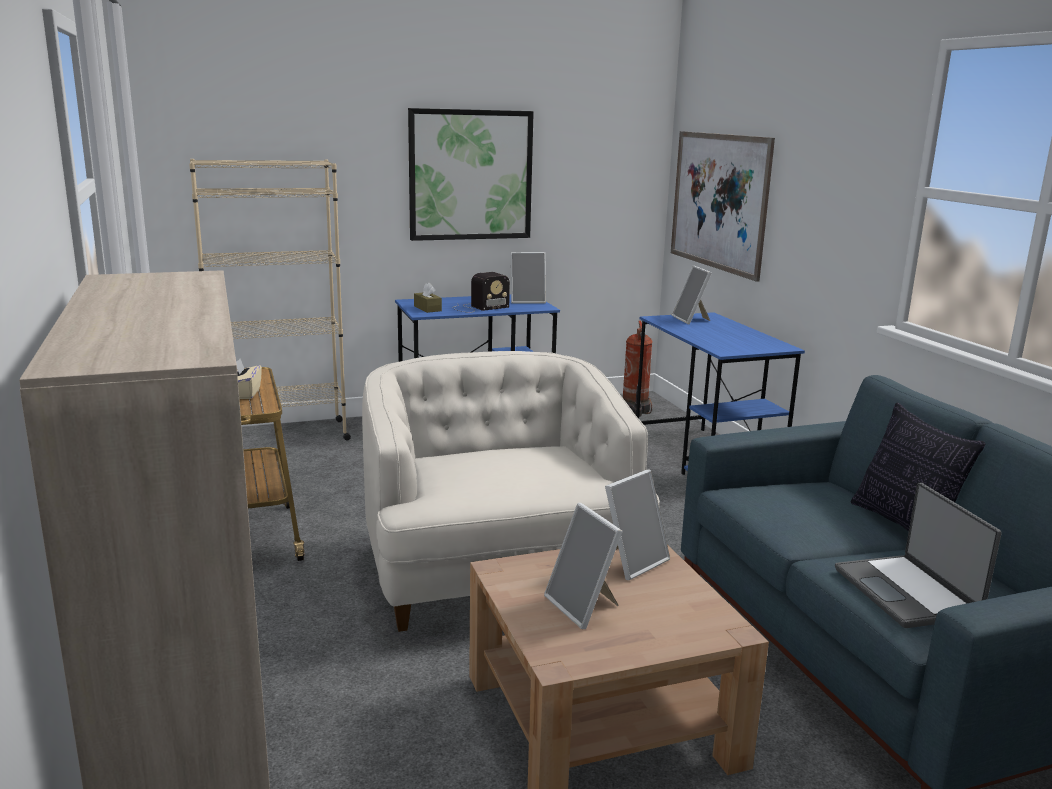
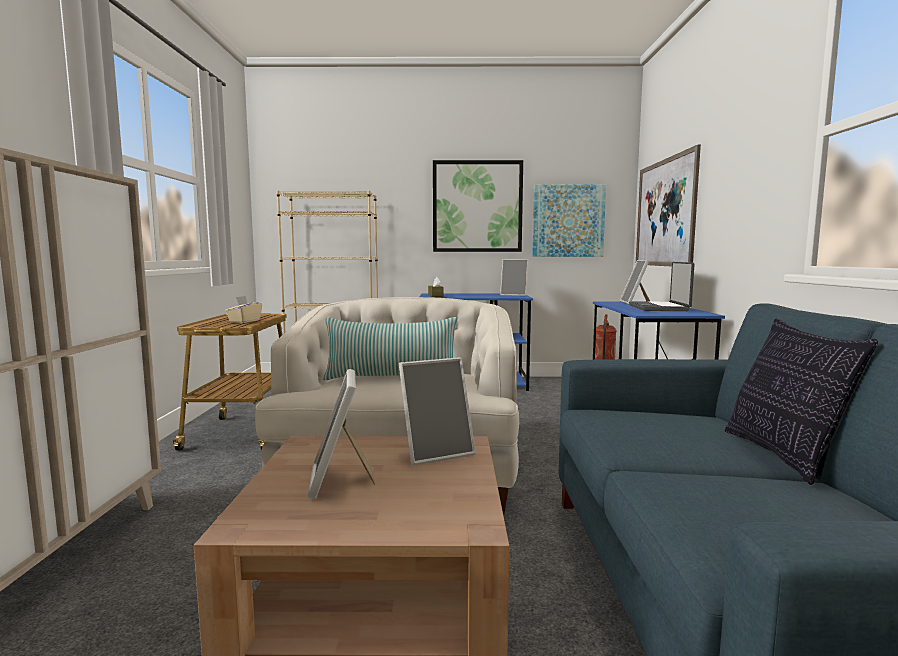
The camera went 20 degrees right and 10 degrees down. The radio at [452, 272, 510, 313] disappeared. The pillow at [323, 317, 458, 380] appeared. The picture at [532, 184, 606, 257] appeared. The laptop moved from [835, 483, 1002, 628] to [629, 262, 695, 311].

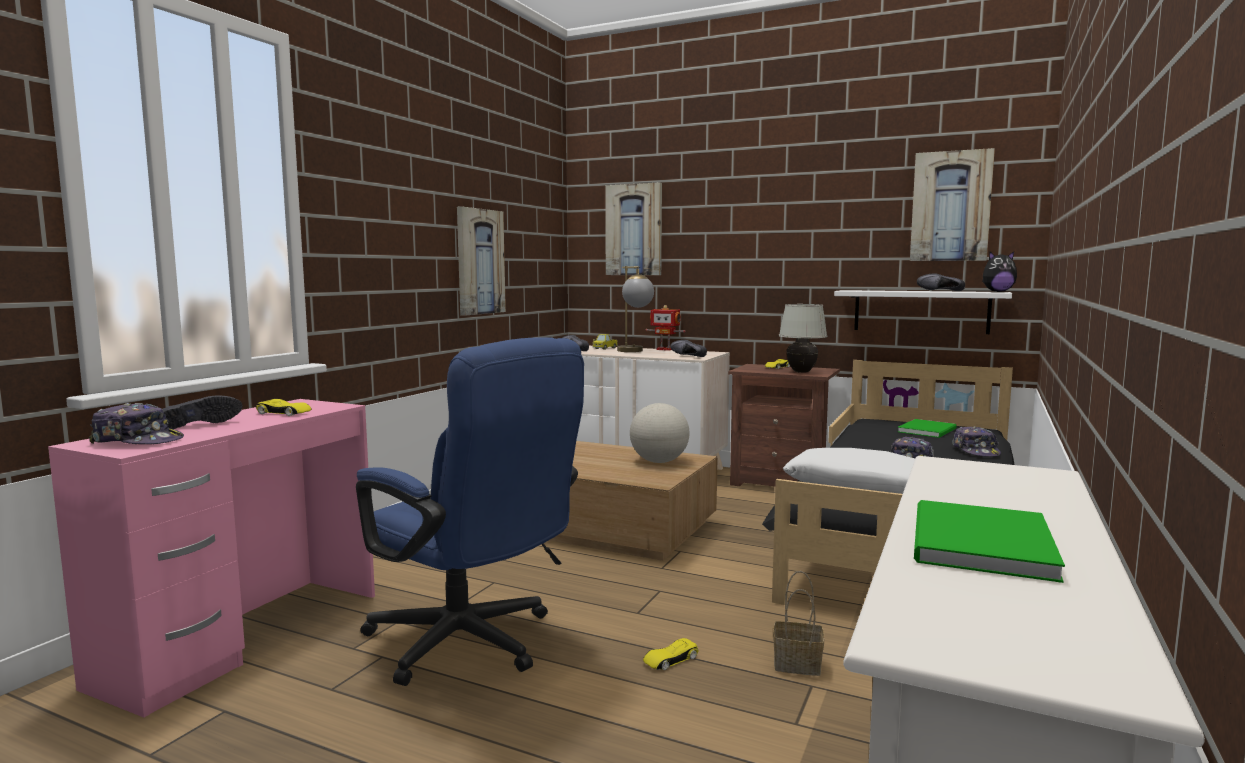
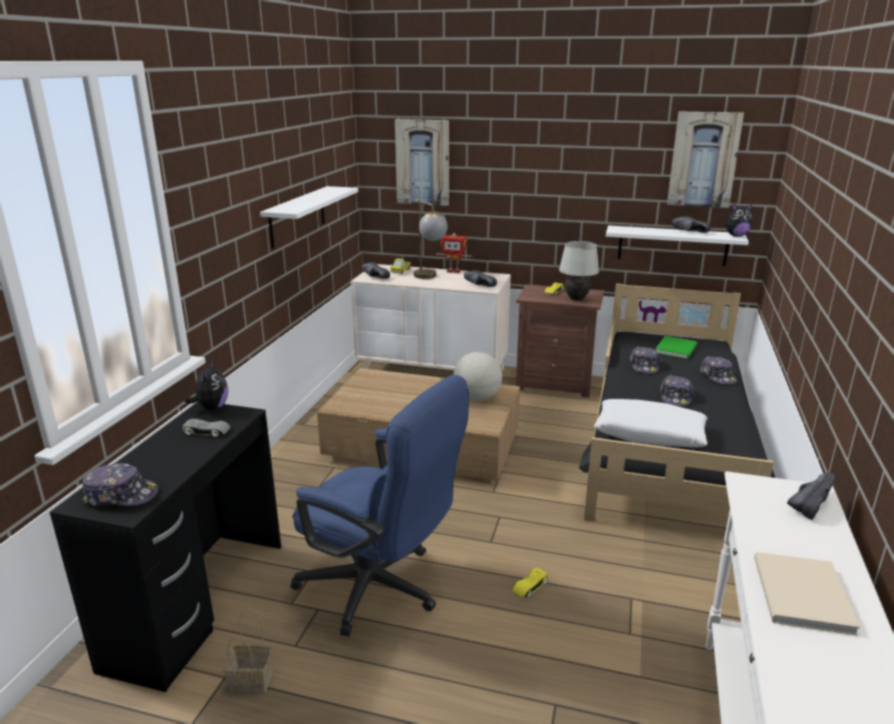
The camera went 10 degrees left and 15 degrees up. The plush toy at [184, 361, 228, 410] appeared. The cap at [630, 346, 661, 374] appeared. The shoe in black moved from [163, 395, 242, 429] to [787, 472, 835, 520]. The basket moved from [773, 571, 824, 676] to [223, 608, 273, 693]. The picture at [457, 206, 506, 316] was replaced by the shelf in white at [260, 186, 358, 249]. The desk in pink at [48, 399, 375, 718] became the desk in black at [50, 402, 281, 692]. The toy car in yellow at [256, 399, 312, 416] became the toy car in grey at [183, 419, 230, 437]. The book in green at [914, 500, 1065, 583] became the book in beige at [754, 552, 860, 636].

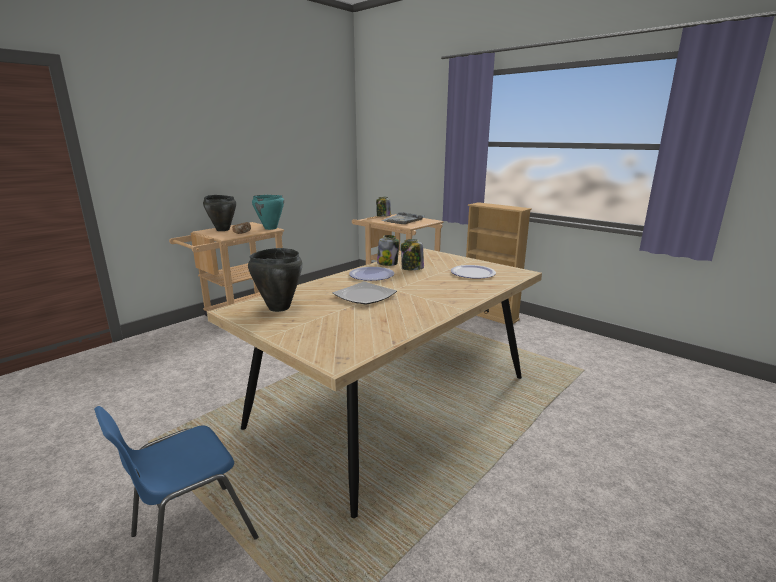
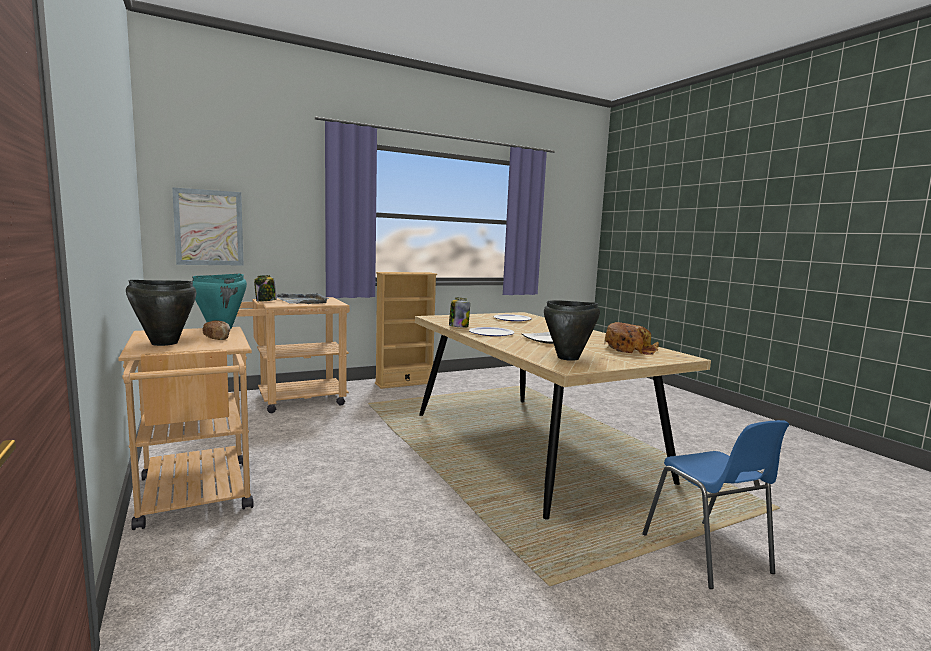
The camera went 70 degrees left and 10 degrees down. The jar at [401, 239, 424, 270] disappeared. The picture at [172, 187, 244, 266] appeared. The bread at [604, 322, 659, 355] appeared.

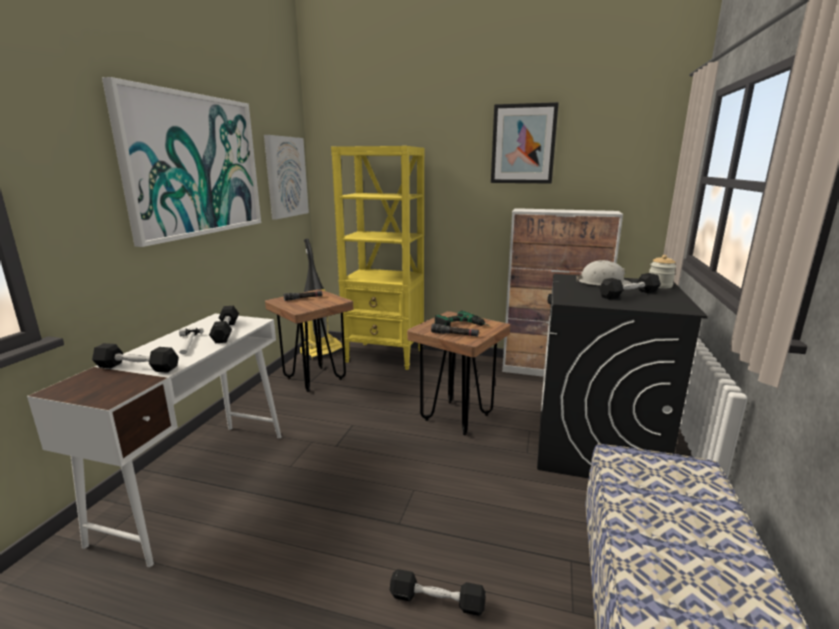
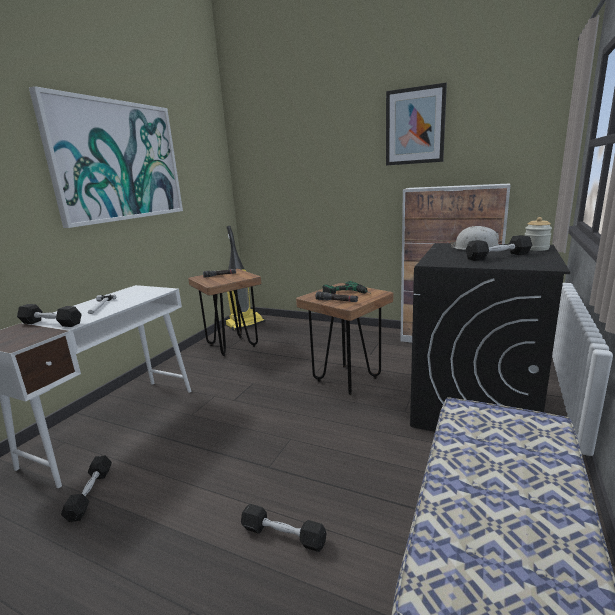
The camera went 10 degrees right and 0 degrees up. The picture at [264, 135, 309, 220] disappeared. The bookcase in yellow at [331, 146, 424, 370] disappeared. The dumbbell in black moved from [209, 306, 239, 343] to [61, 456, 112, 522].

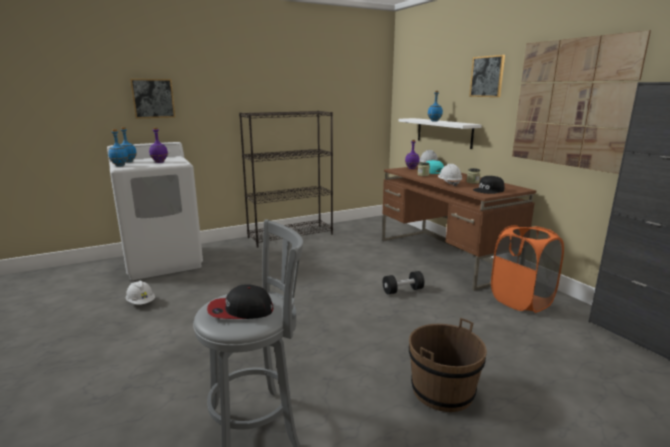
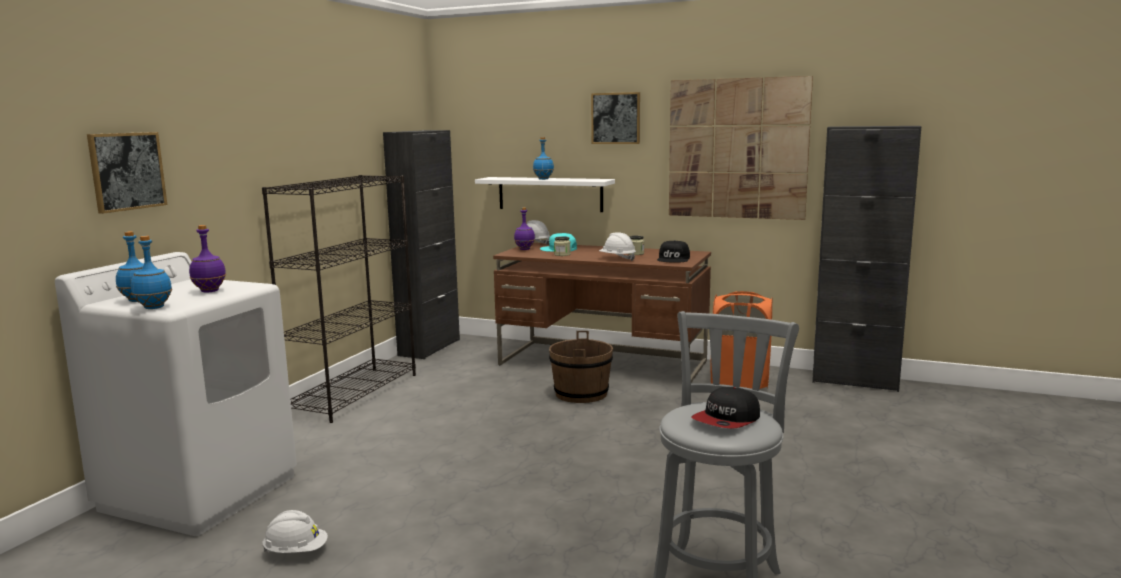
The camera went 40 degrees left and 5 degrees down. The dumbbell in black at [383, 271, 425, 294] disappeared. The cabinet in black at [383, 130, 460, 359] appeared. The bucket in brown moved from [409, 318, 487, 412] to [549, 331, 613, 403].

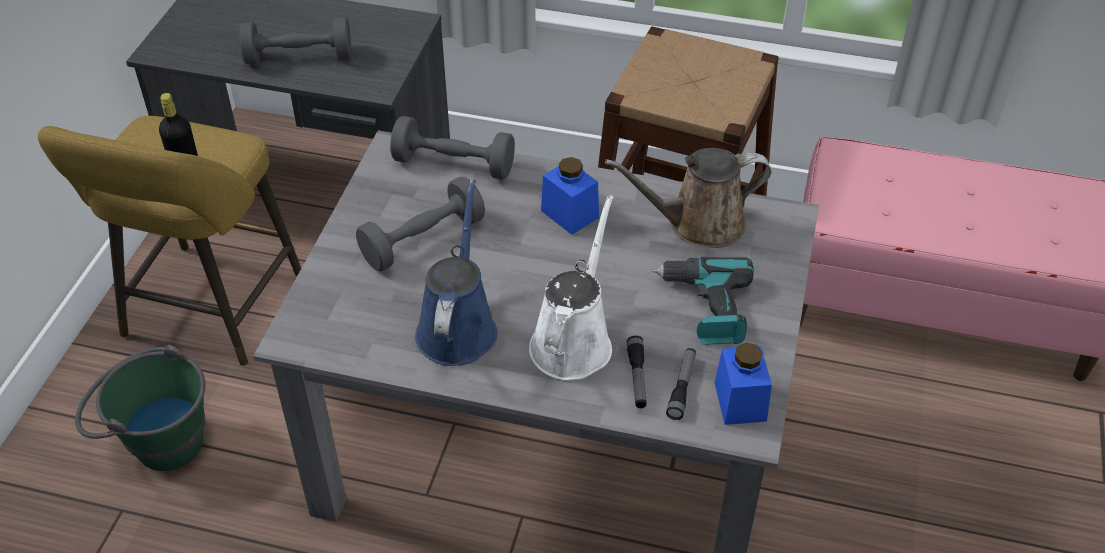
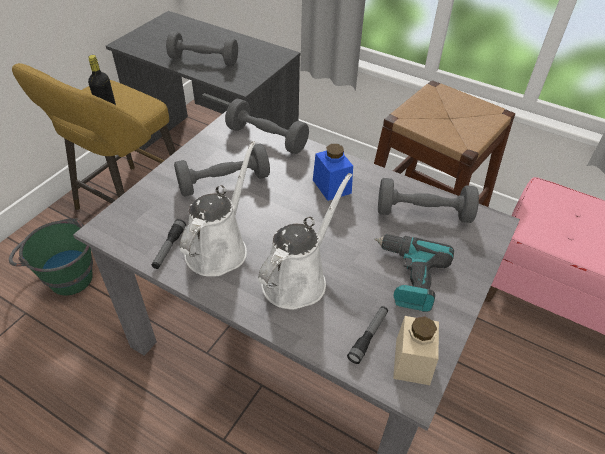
The camera went 15 degrees right and 0 degrees up. The flashlight moved from [627, 336, 647, 408] to [152, 219, 186, 269]. The watering can in brown at [605, 148, 772, 248] was replaced by the dumbbell in grey at [378, 178, 479, 223]. The watering can in blue at [415, 179, 498, 366] became the watering can in white at [180, 141, 256, 277]. The jar in blue at [715, 343, 772, 425] became the jar in beige at [393, 316, 439, 385].

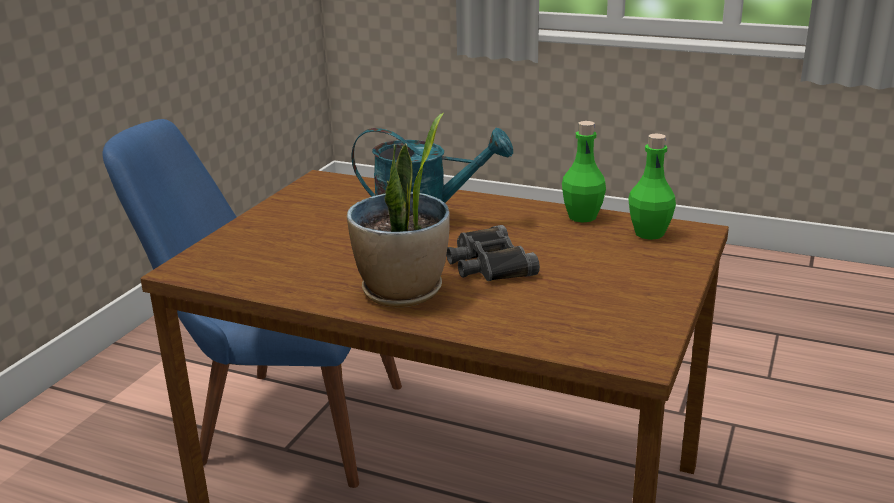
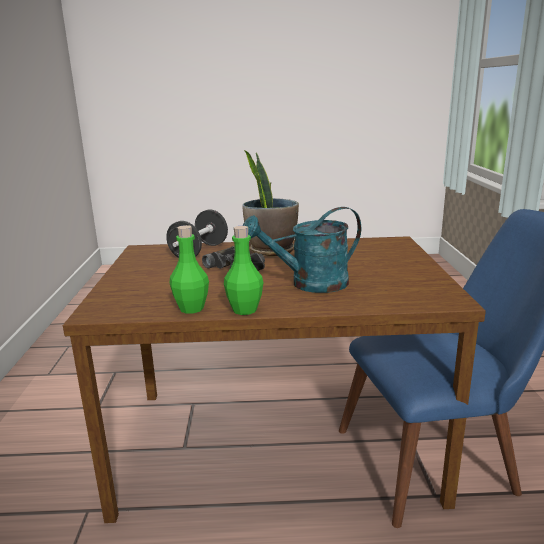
The camera went 155 degrees right and 5 degrees down. The dumbbell in black at [166, 210, 228, 258] appeared. The bottle in green moved from [628, 134, 676, 240] to [224, 226, 263, 315].

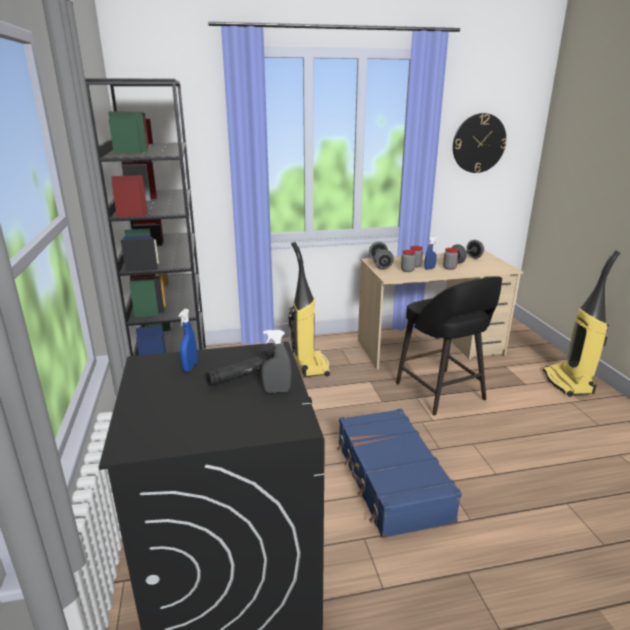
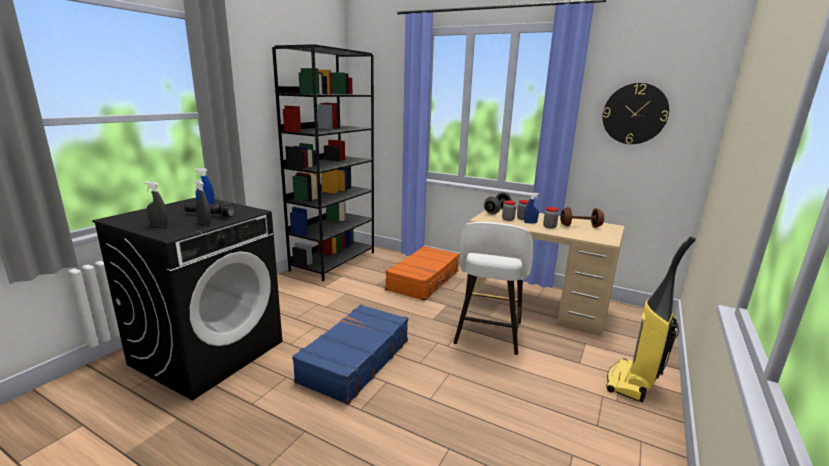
The camera went 40 degrees right and 5 degrees down. The spray bottle in grey at [144, 182, 168, 227] appeared. The vacuum cleaner at [288, 241, 331, 377] was replaced by the suitcase in orange at [385, 246, 459, 301]. The stool in black at [396, 276, 502, 416] became the stool in white at [453, 222, 533, 355]. The dumbbell in grey at [451, 240, 484, 264] became the dumbbell in brown at [560, 207, 604, 228].

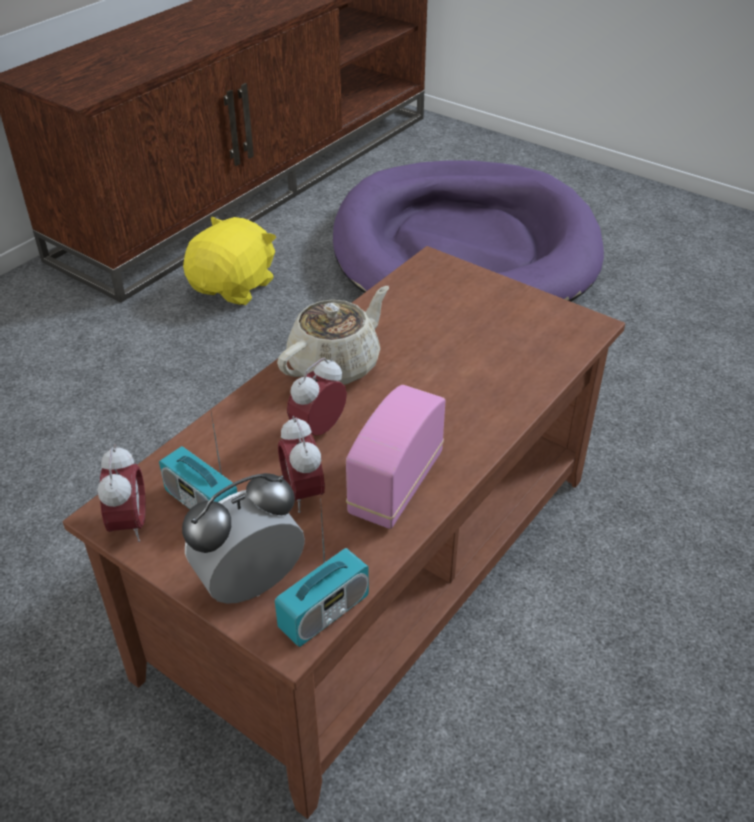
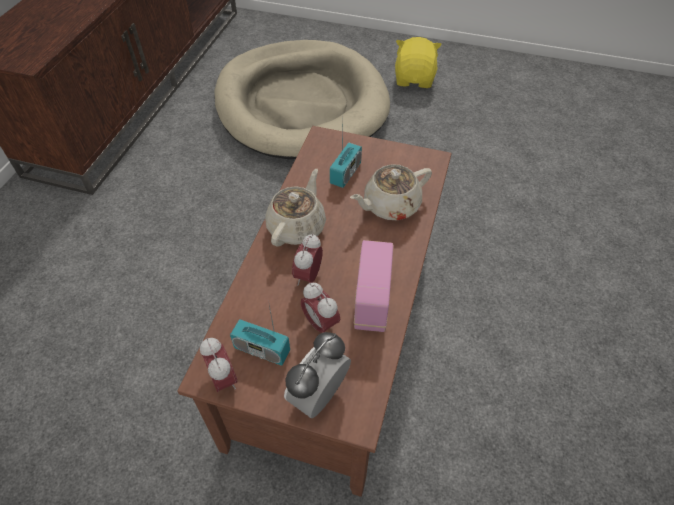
The camera went 20 degrees left and 10 degrees up. The teapot in beige at [350, 164, 432, 220] appeared. The plush toy in yellow moved from [183, 217, 276, 305] to [395, 37, 442, 88]. The radio moved from [275, 498, 369, 647] to [330, 119, 362, 188]. The dog bed in purple at [333, 161, 604, 302] became the dog bed in beige at [214, 40, 390, 160].

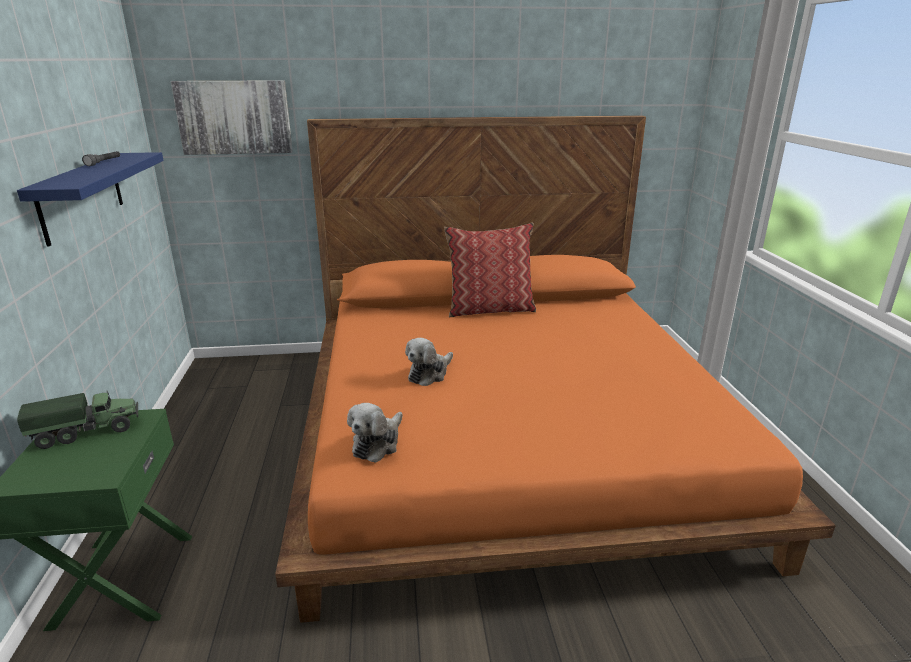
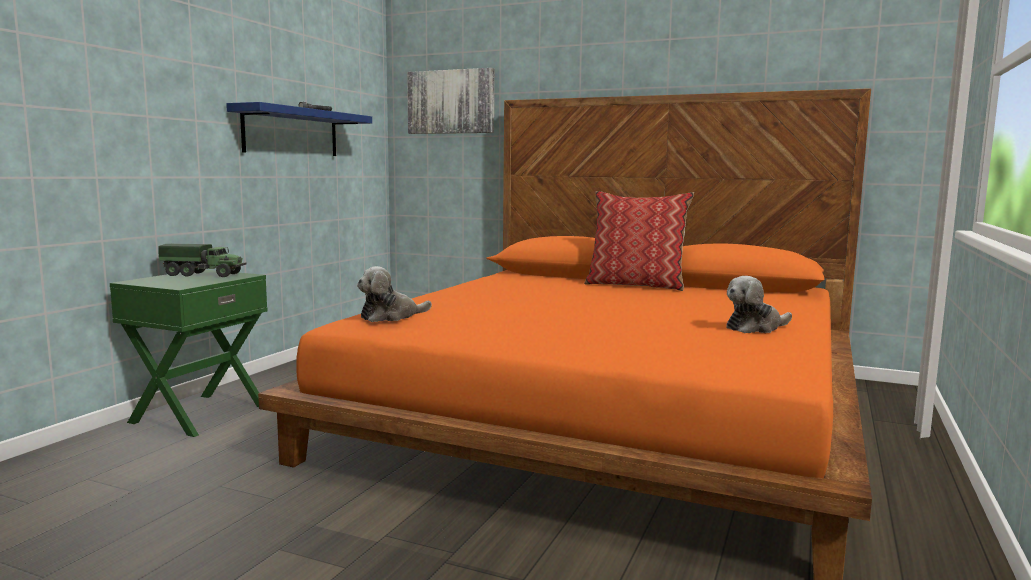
The camera went 30 degrees right and 15 degrees down. The plush toy moved from [405, 338, 453, 386] to [726, 276, 792, 333].

